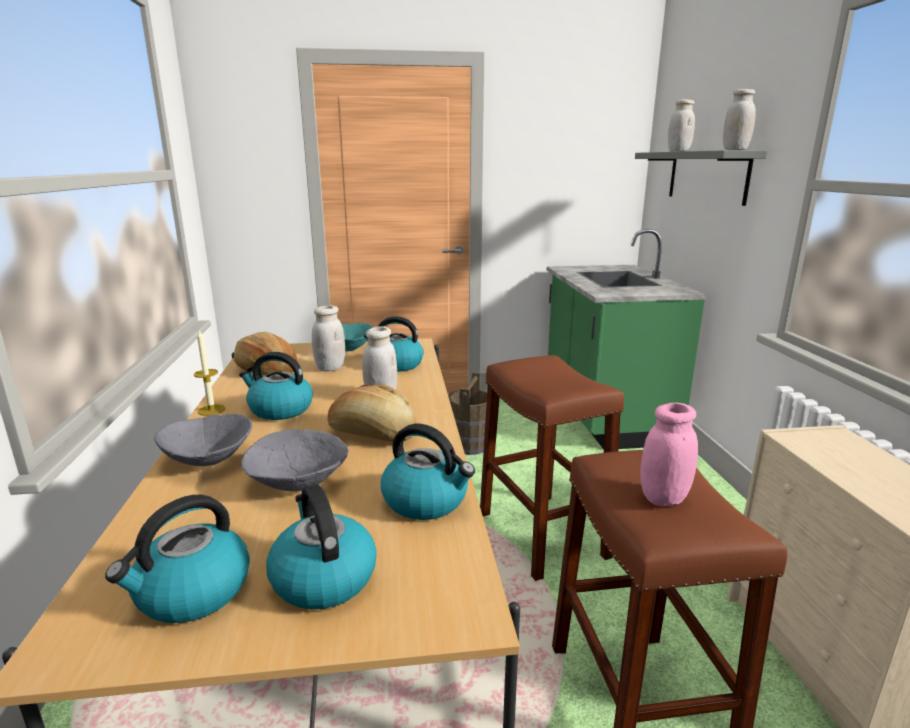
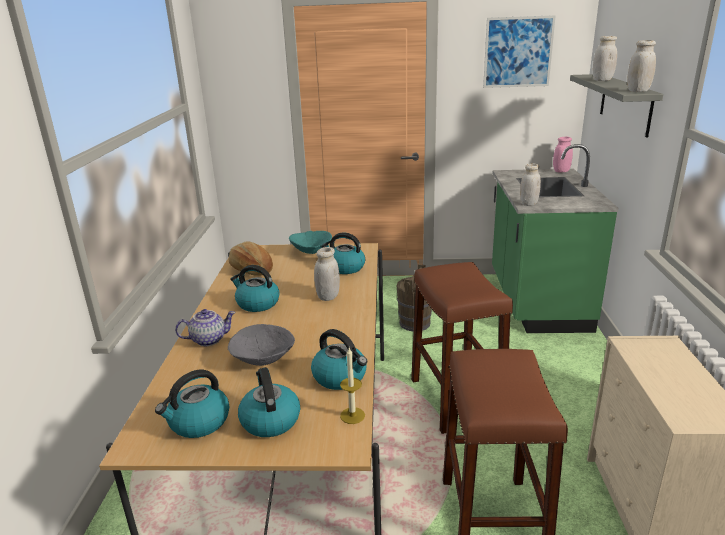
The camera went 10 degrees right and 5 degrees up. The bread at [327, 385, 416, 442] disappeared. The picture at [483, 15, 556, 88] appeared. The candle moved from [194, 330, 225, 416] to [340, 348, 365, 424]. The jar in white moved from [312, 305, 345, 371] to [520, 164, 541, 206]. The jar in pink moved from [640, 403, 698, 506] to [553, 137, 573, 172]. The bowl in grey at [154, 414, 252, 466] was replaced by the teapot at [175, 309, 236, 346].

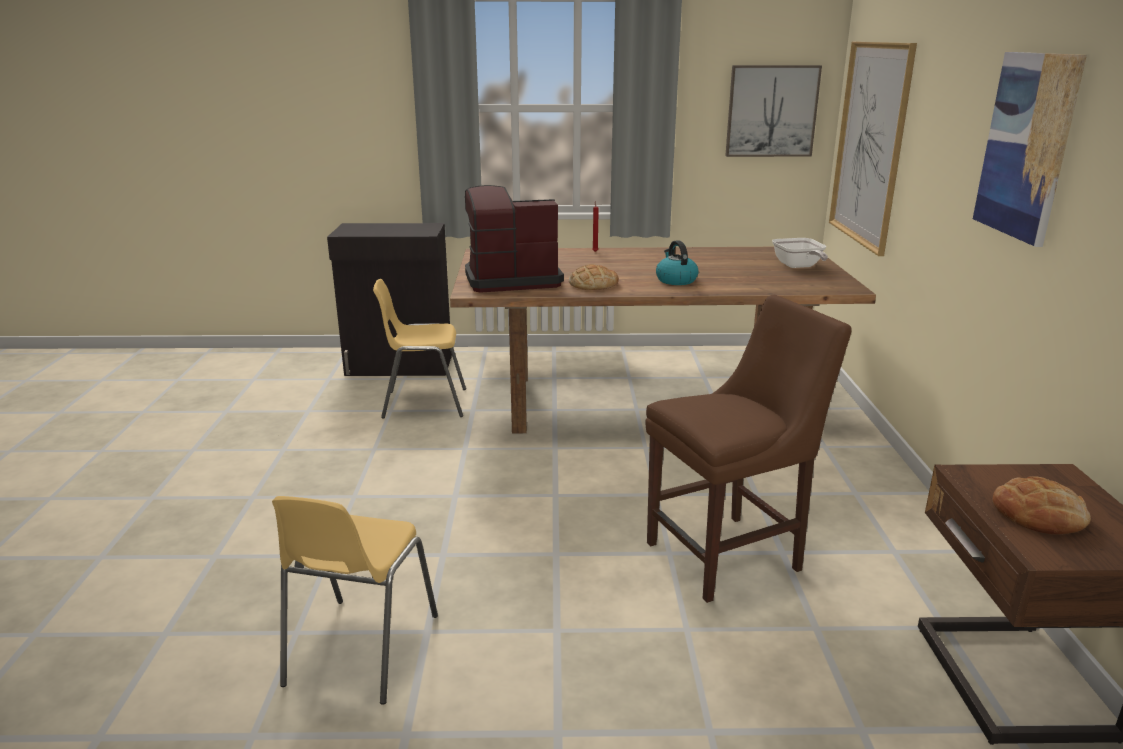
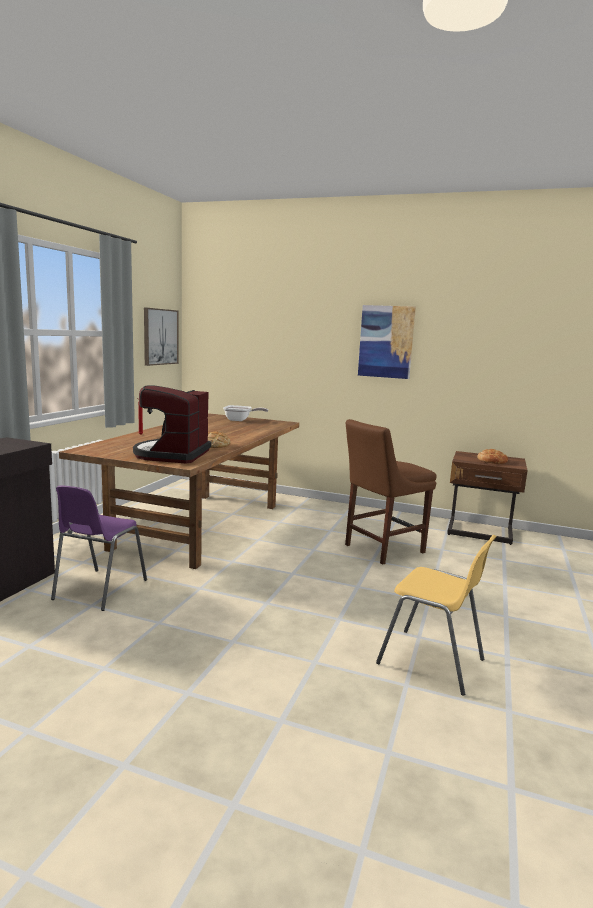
The camera went 70 degrees left and 10 degrees down. The kettle at [656, 240, 699, 285] disappeared. The picture at [829, 41, 917, 256] disappeared. The chair in yellow at [373, 279, 466, 418] became the chair in purple at [51, 486, 147, 611]. The chair in brown at [645, 295, 852, 603] turned 120 degrees counterclockwise.

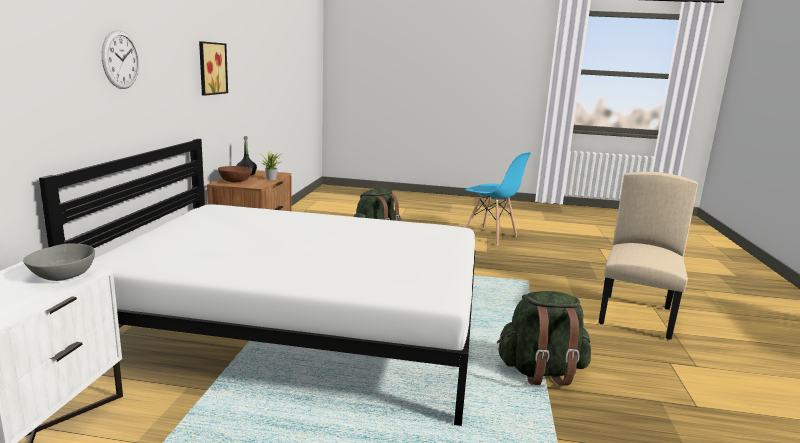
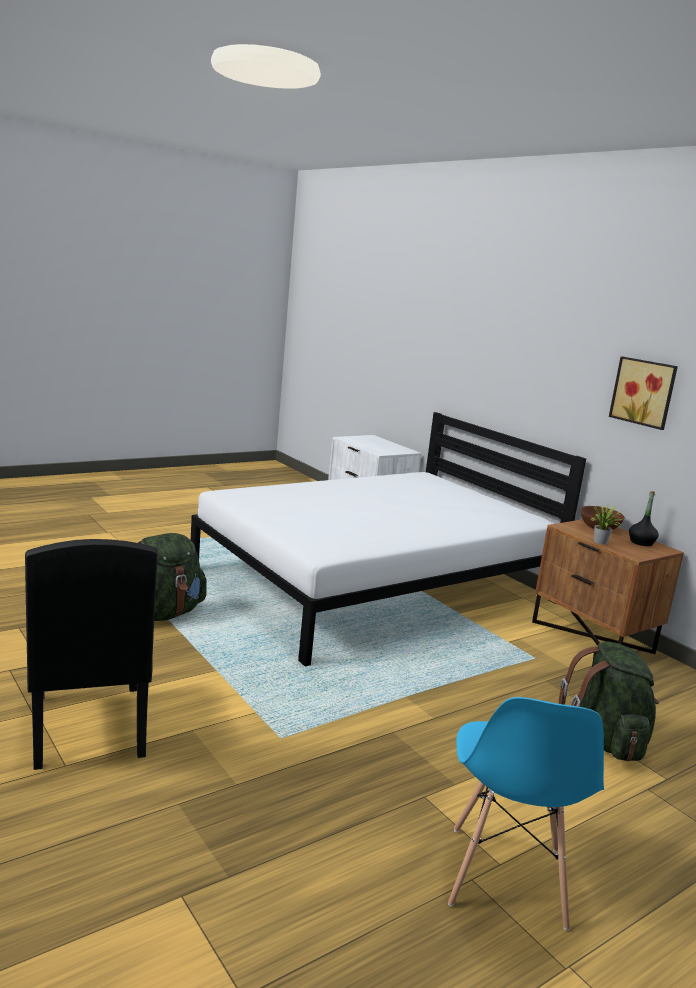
The camera went 135 degrees right and 0 degrees up. The bowl in grey at [23, 244, 95, 281] disappeared. The wall clock at [102, 30, 139, 89] disappeared. The chair in beige at [598, 172, 698, 340] became the chair in black at [25, 539, 157, 770]. The chair in blue at [465, 152, 531, 245] turned 75 degrees counterclockwise.

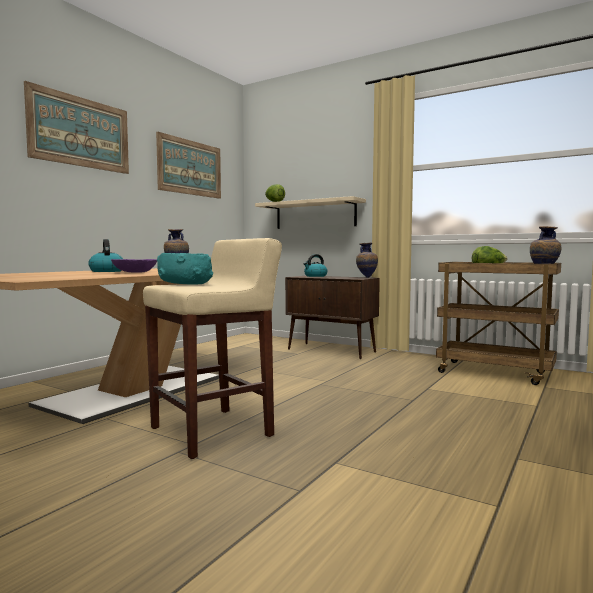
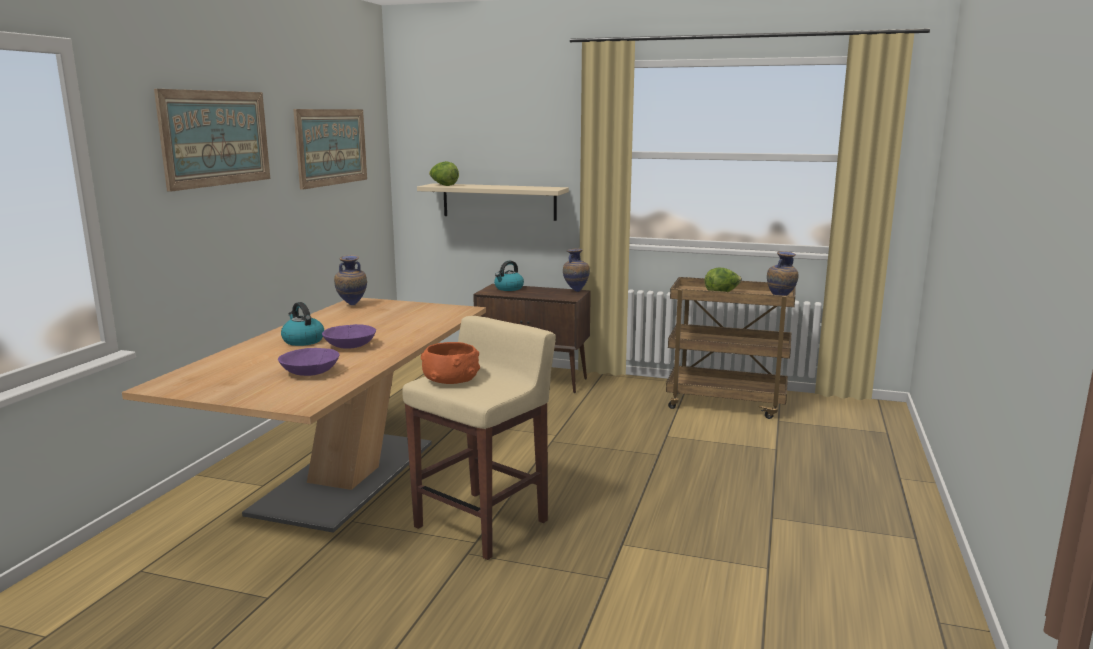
The camera went 15 degrees left and 10 degrees up. The bowl in purple at [278, 348, 339, 376] appeared. The bowl in turquoise at [157, 253, 213, 285] became the bowl in orange at [421, 342, 480, 384].

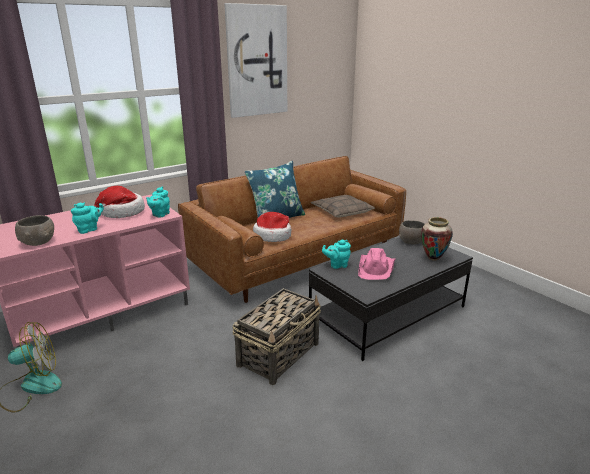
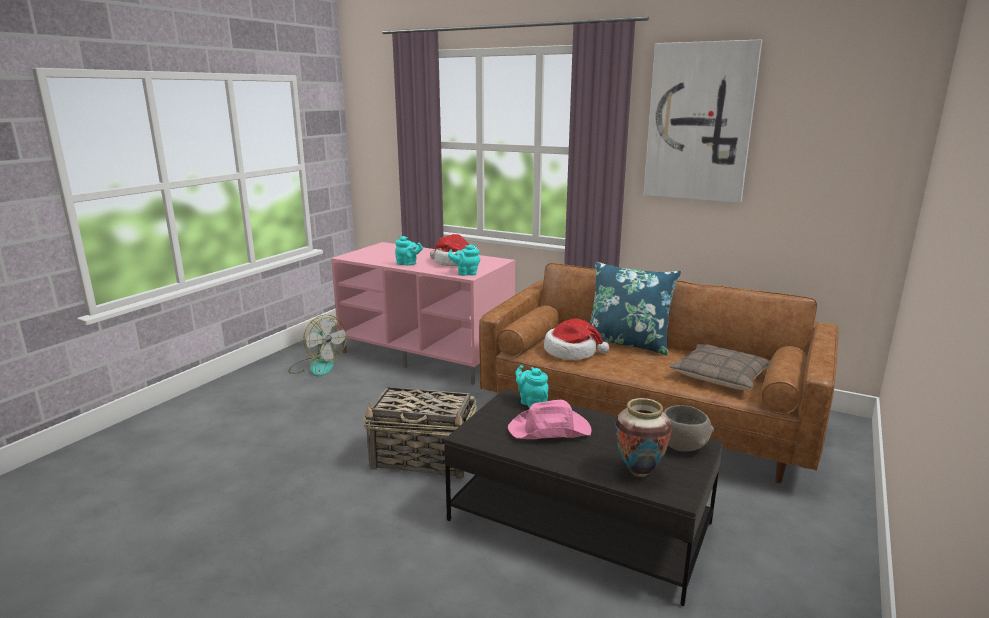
The camera went 65 degrees right and 5 degrees down. The bowl in grey at [15, 215, 54, 246] disappeared.

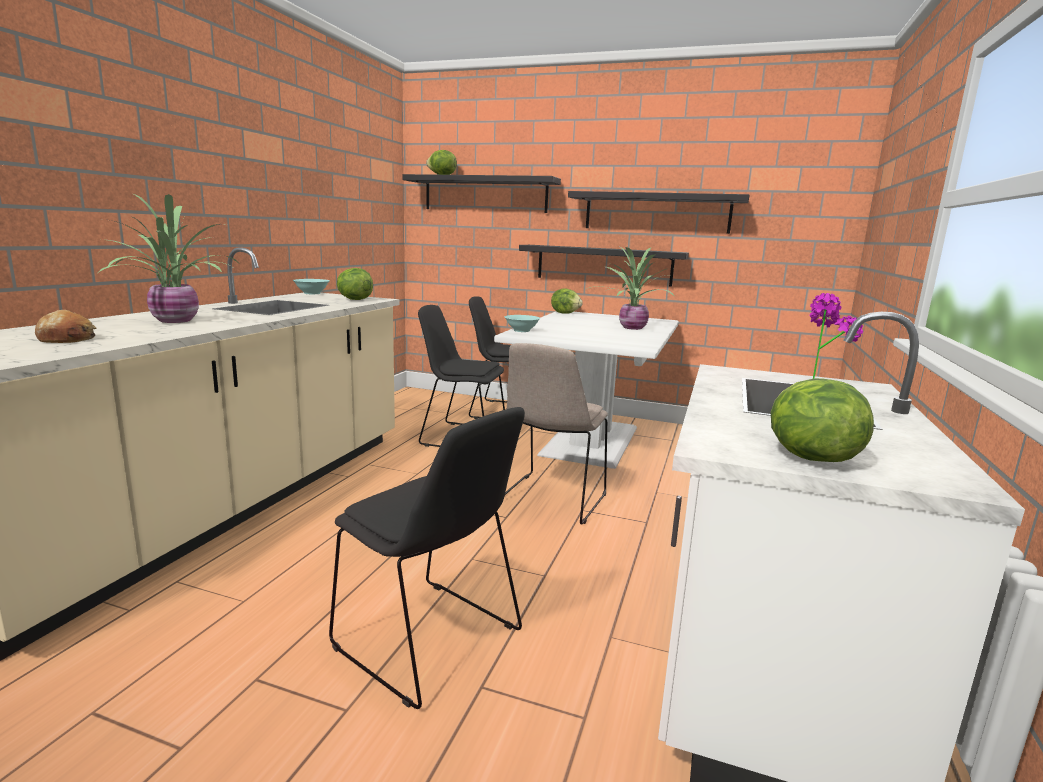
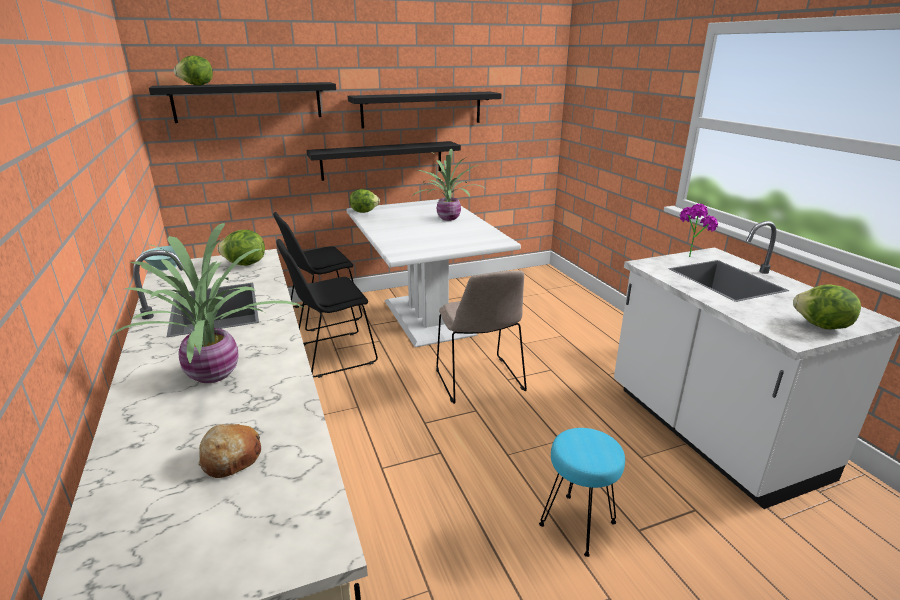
The camera went 40 degrees left and 10 degrees up. The bowl in turquoise at [505, 315, 540, 332] disappeared. The chair in black at [329, 407, 525, 709] was replaced by the stool in turquoise at [539, 428, 625, 557].

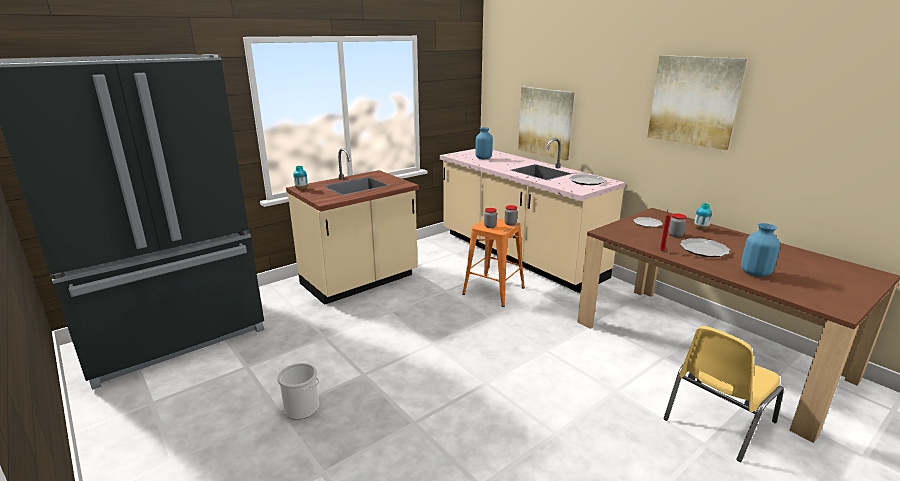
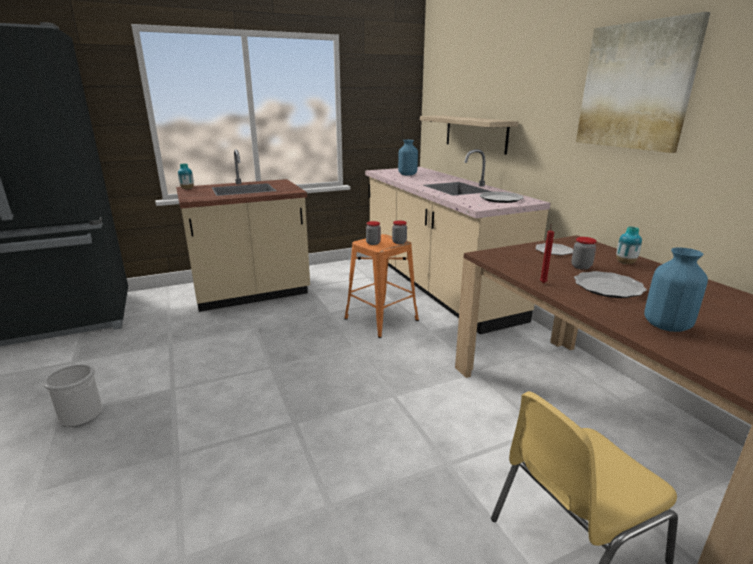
The camera went 15 degrees right and 0 degrees up. The picture at [518, 87, 574, 161] was replaced by the shelf at [420, 116, 518, 155].

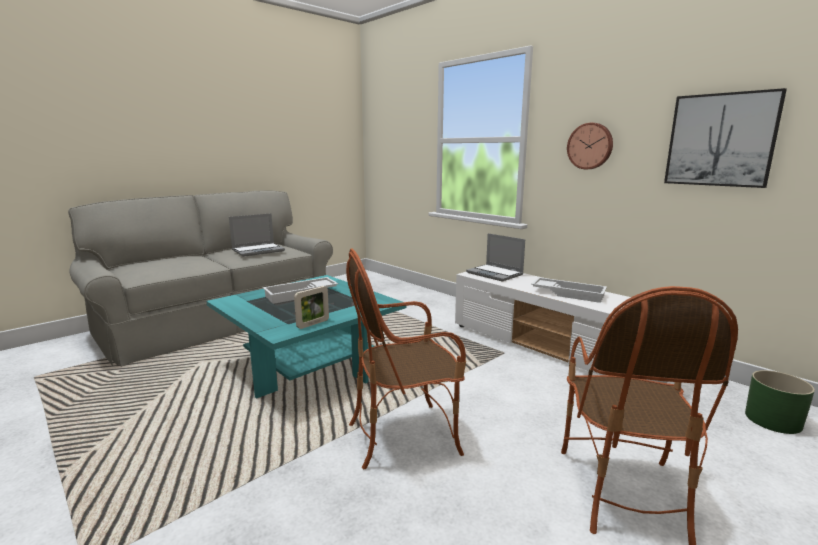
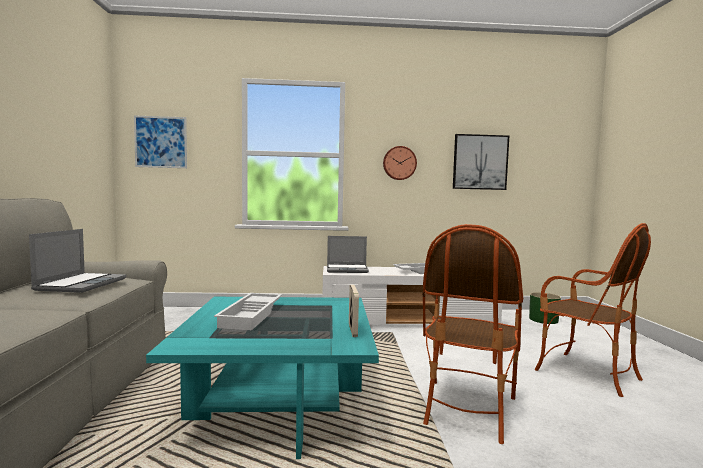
The camera went 50 degrees left and 10 degrees down. The picture at [134, 115, 187, 168] appeared.

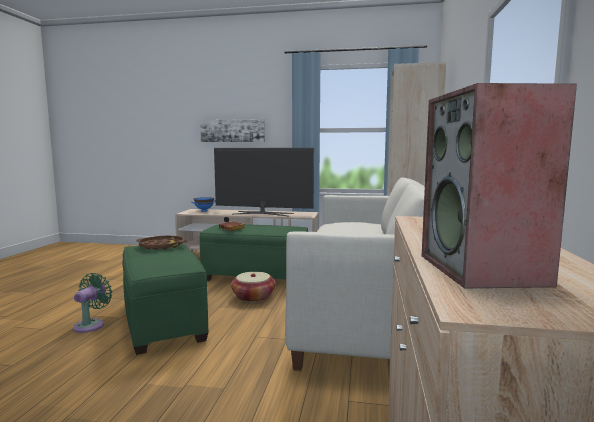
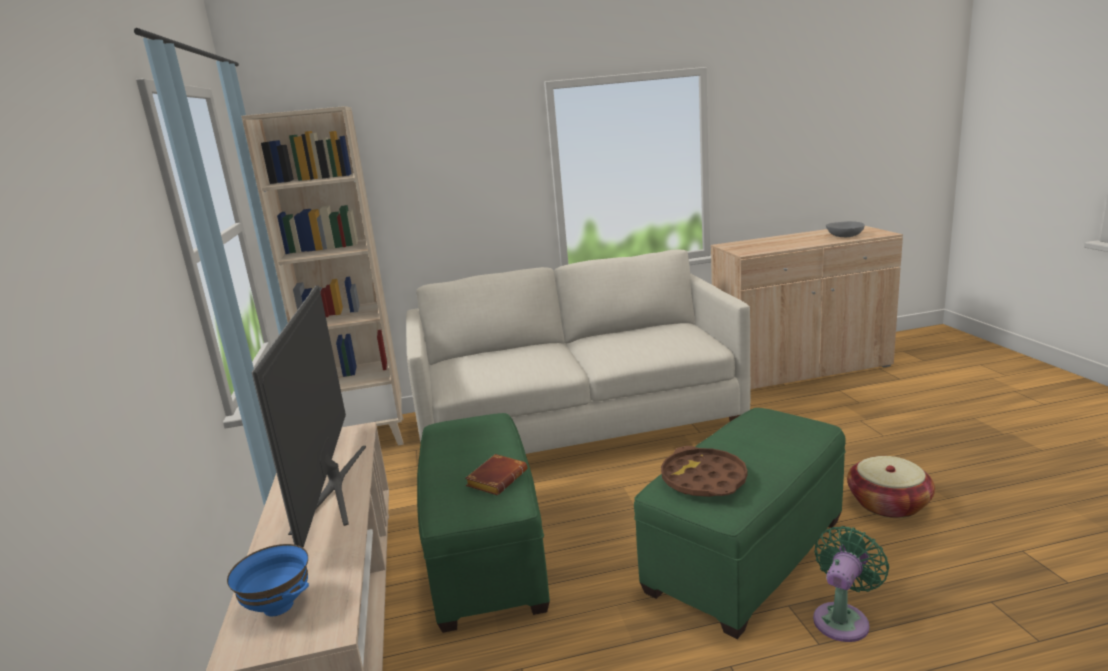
The camera went 110 degrees left and 10 degrees up. The picture at [200, 119, 265, 142] disappeared. The basket moved from [231, 272, 275, 302] to [847, 456, 935, 518]. The speaker at [422, 83, 577, 288] was replaced by the bowl in grey at [826, 221, 865, 237]. The fan in green at [73, 273, 112, 333] turned 135 degrees clockwise.

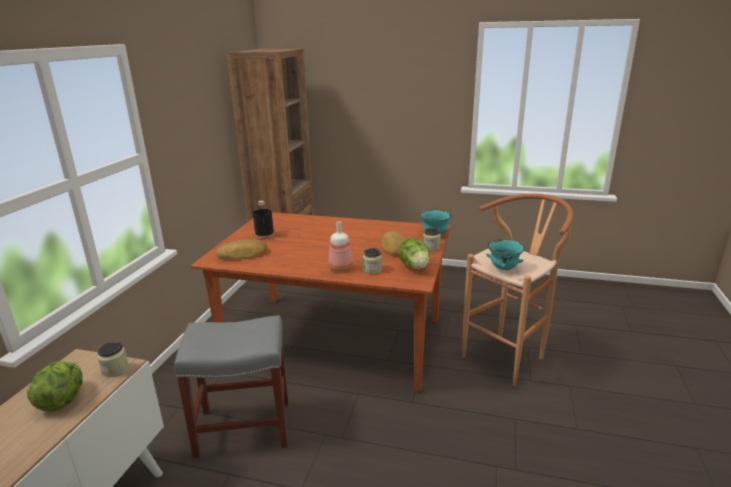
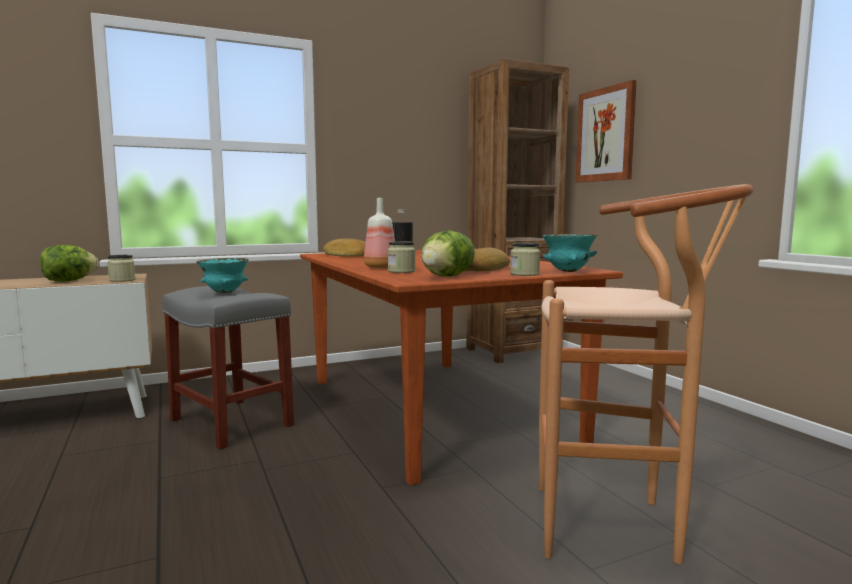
The camera went 50 degrees right and 15 degrees down. The picture at [576, 80, 637, 183] appeared. The bowl in turquoise moved from [486, 239, 525, 270] to [196, 258, 249, 293].

